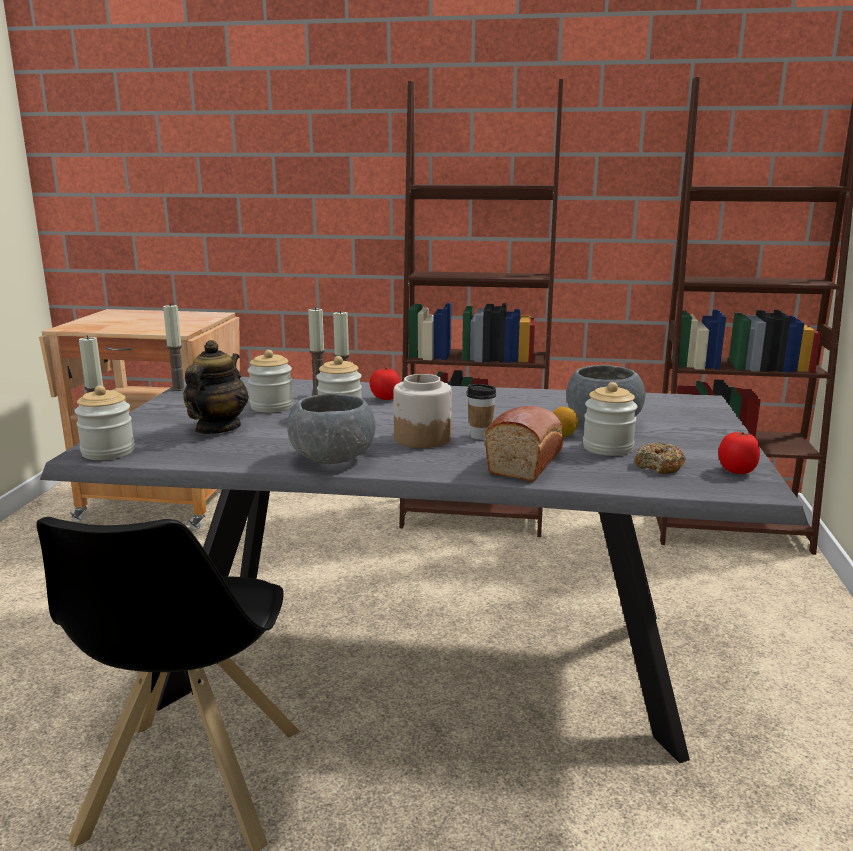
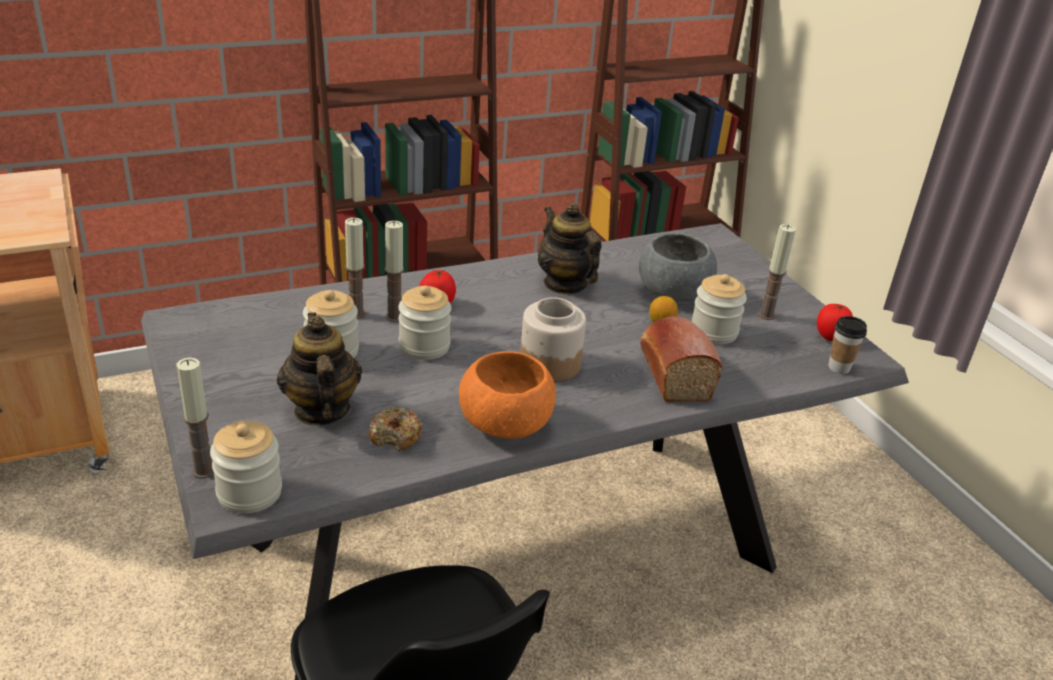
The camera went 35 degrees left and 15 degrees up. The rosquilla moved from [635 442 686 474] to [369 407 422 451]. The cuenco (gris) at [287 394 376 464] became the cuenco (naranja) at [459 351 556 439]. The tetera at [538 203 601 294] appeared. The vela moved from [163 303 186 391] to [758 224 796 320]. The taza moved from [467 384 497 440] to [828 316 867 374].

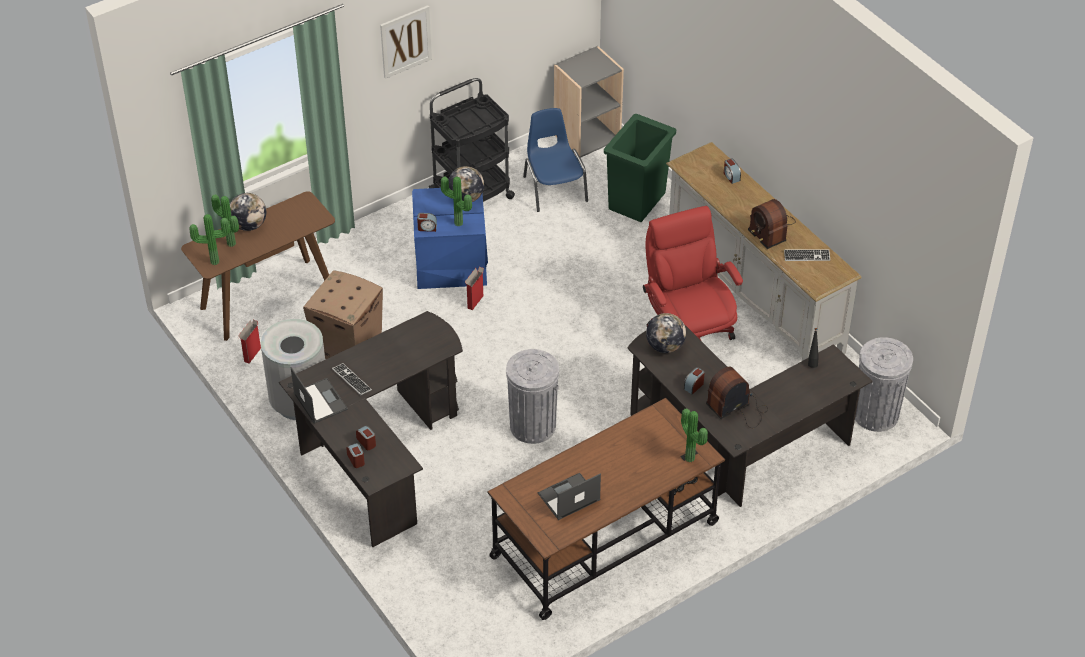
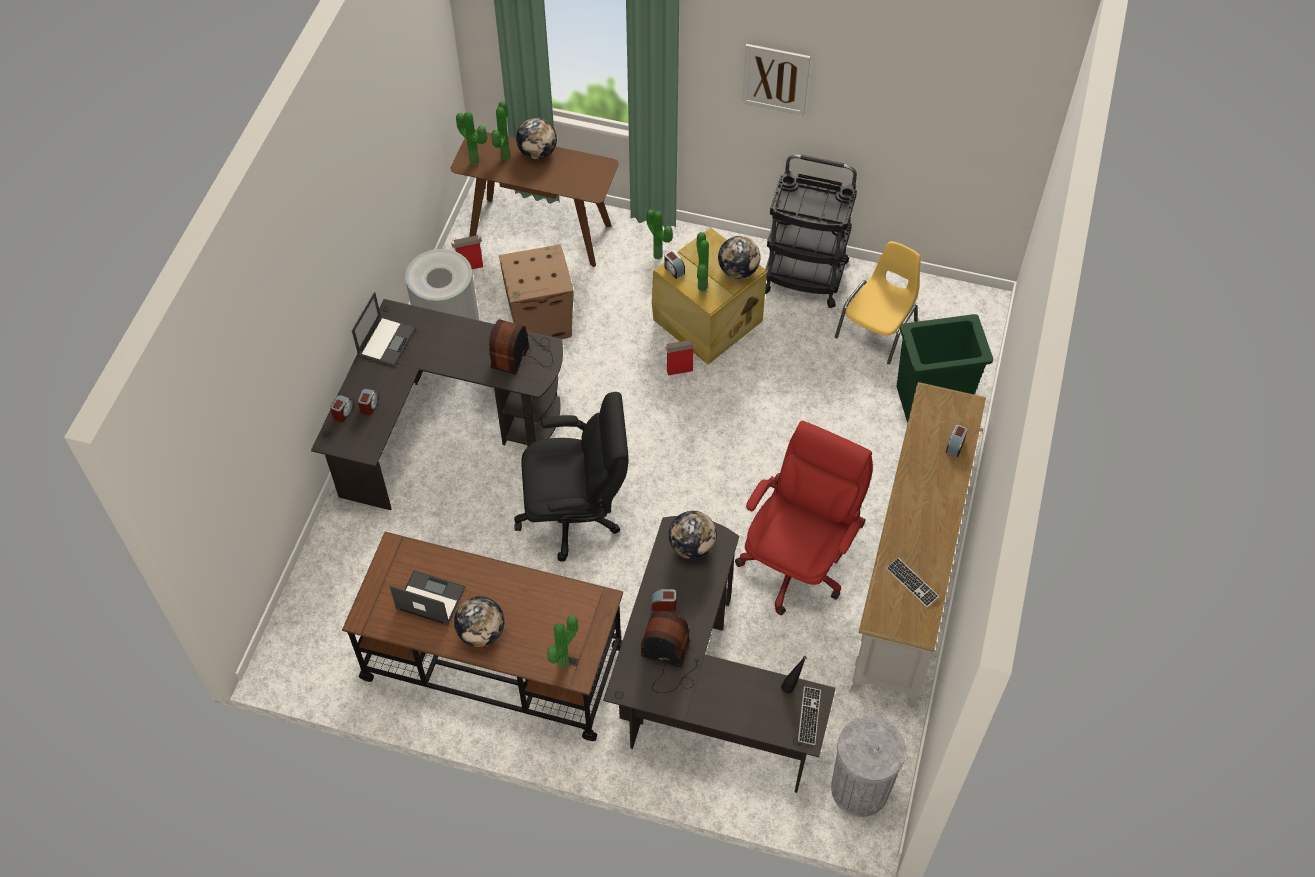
The camera went 50 degrees right and 10 degrees up. The globo terráqueo at [454 596 505 647] appeared. The radio moved from [748 199 796 249] to [489 319 553 375]. The papelera (gris) at [506 349 559 444] was replaced by the silla de oficina (negro) at [514 392 629 562]. The planta en maceta at [647 209 673 260] appeared. The caja de almacenaje (azul) at [412 188 488 289] became the caja de almacenaje (beis) at [652 227 767 365]. The teclado moved from [332 363 372 395] to [798 686 821 745]. The silla (azul) at [523 108 588 212] became the silla (amarillo) at [835 241 921 364]. The estantería (gris) at [554 46 624 158] disappeared.

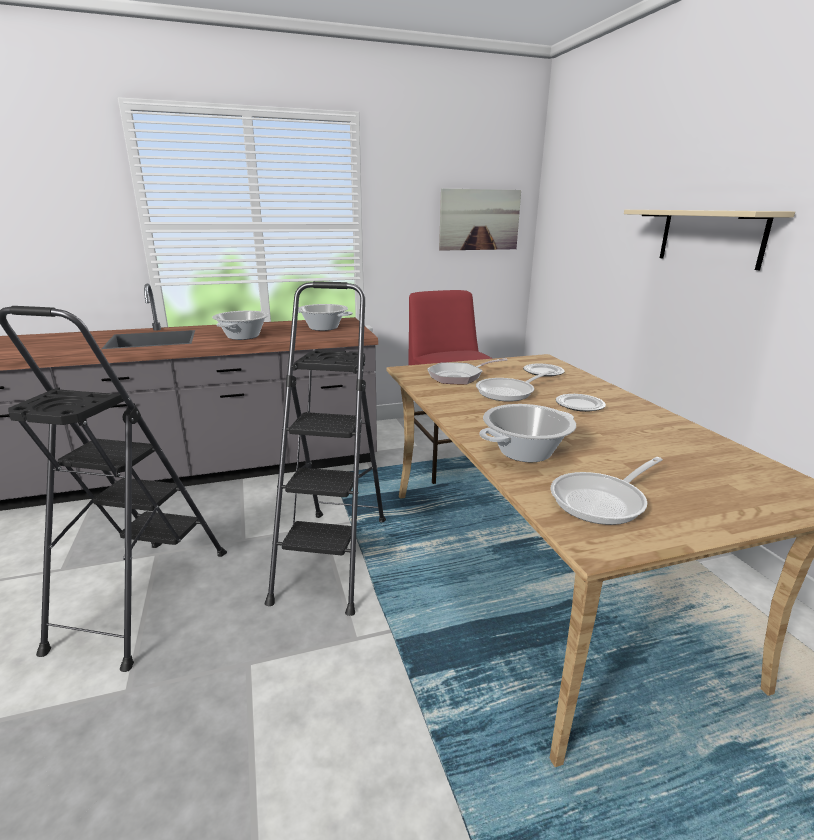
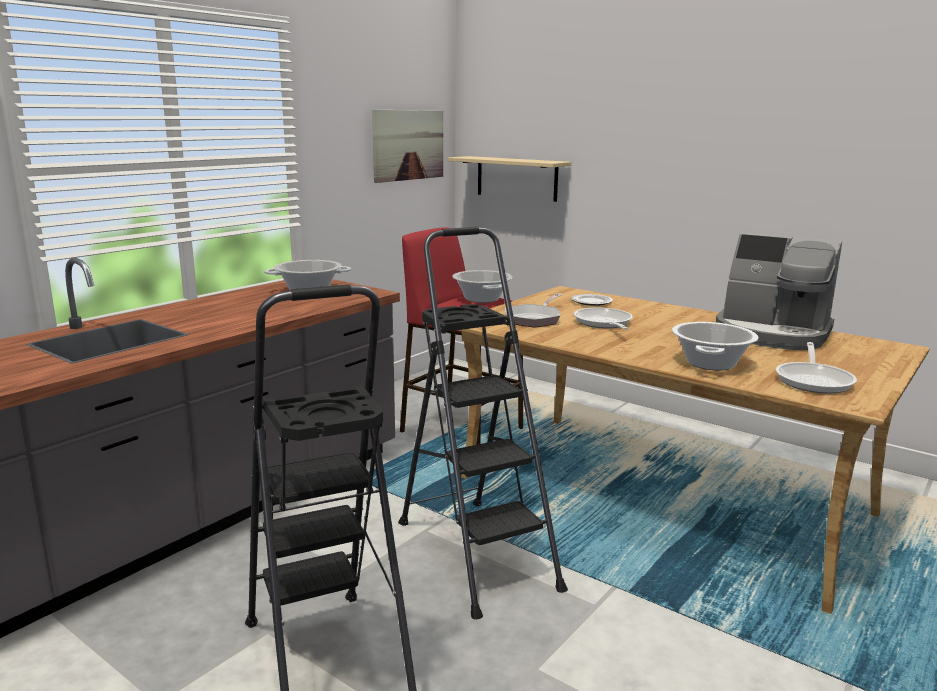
The camera went 35 degrees left and 5 degrees down. The estante (beis) moved from [624 210 795 270] to [448 156 572 202]. The olla moved from [212 311 269 340] to [452 270 513 303]. The sartén at [476 370 555 402] turned 150 degrees clockwise. The cafetera at [716 233 842 350] appeared. The plato at [555 394 606 412] disappeared.

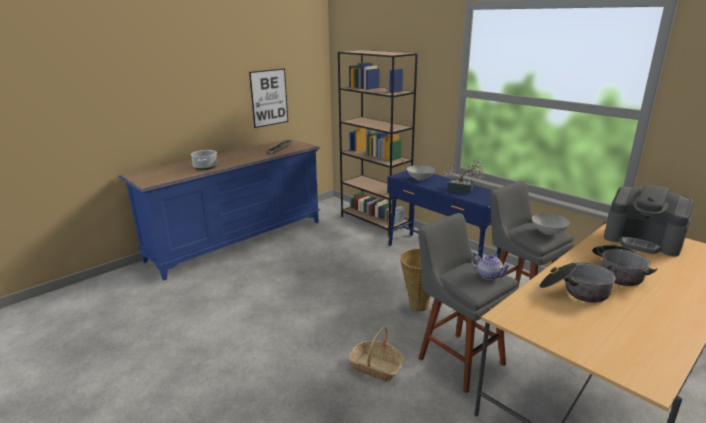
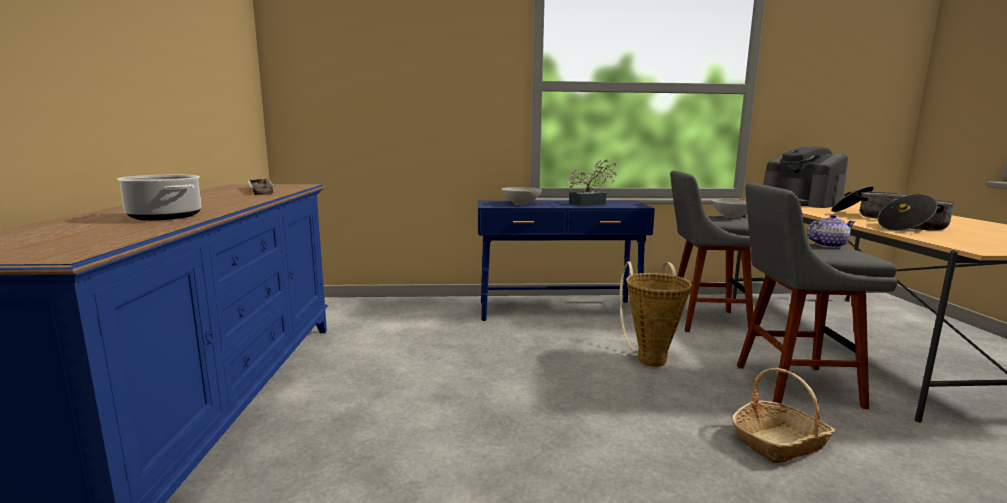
The camera went 50 degrees left and 10 degrees down. The cafetera at [604 184 694 256] turned 75 degrees clockwise. The cuadro at [249 68 288 128] disappeared. The estantería (beis) at [338 50 418 236] disappeared.

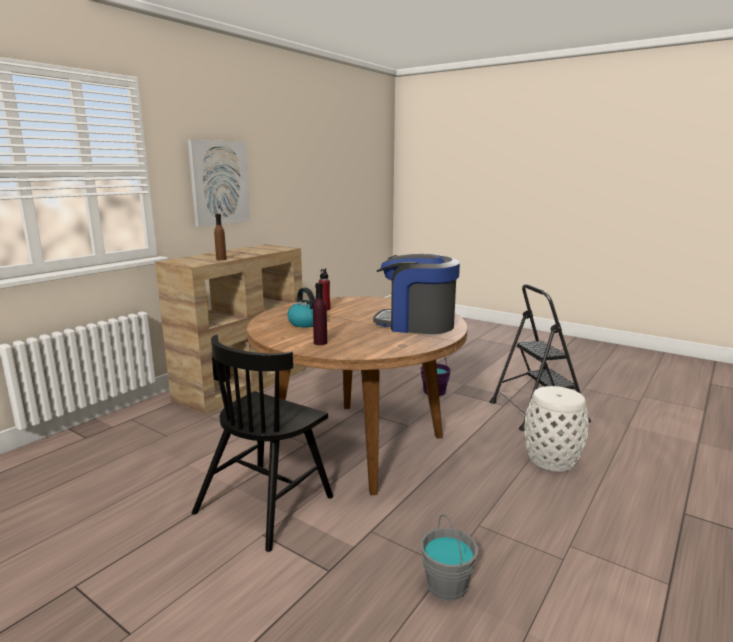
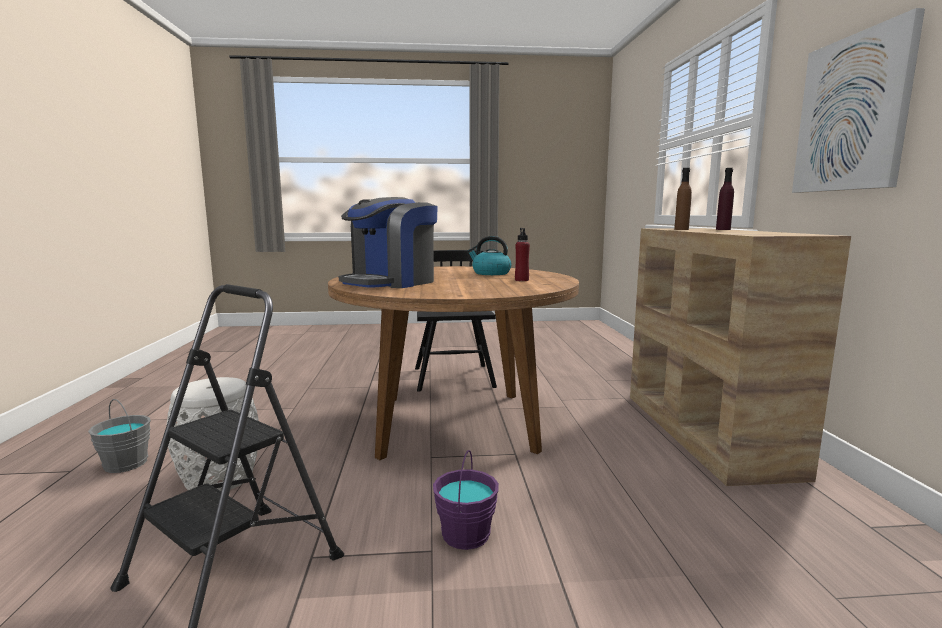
The camera went 140 degrees right and 5 degrees down. The cubo (gris) moved from [421 514 478 601] to [88 399 151 473]. The cafetera at [373 254 460 334] turned 150 degrees clockwise. The botella (morado) moved from [313 283 327 345] to [716 168 734 230].

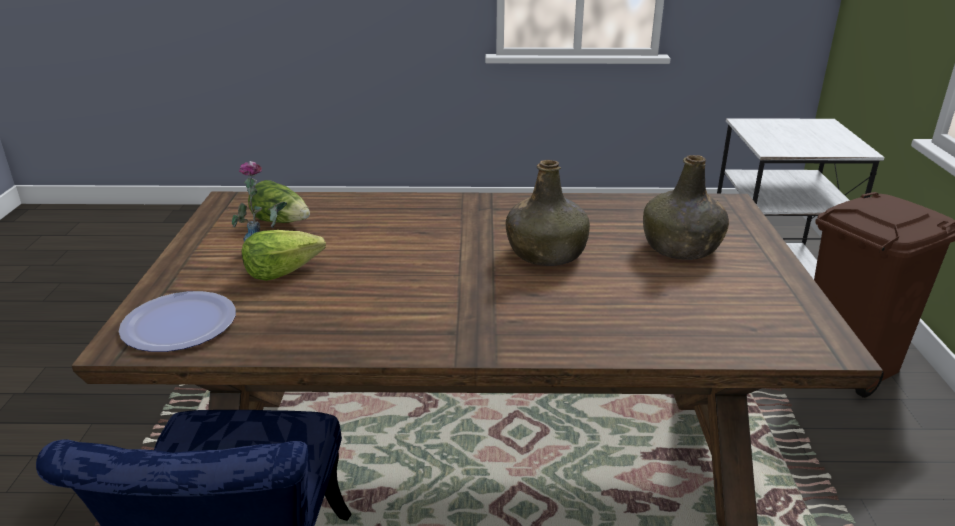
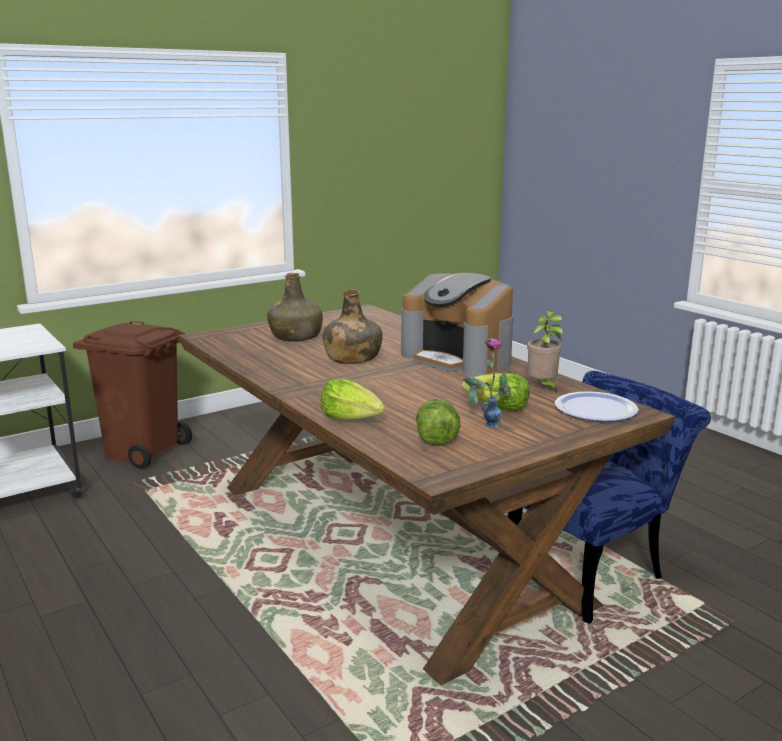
The camera went 125 degrees left and 10 degrees down. The lechuga at [321 378 385 421] appeared. The cafetera at [401 273 513 376] appeared. The planta en maceta at [527 311 563 392] appeared.

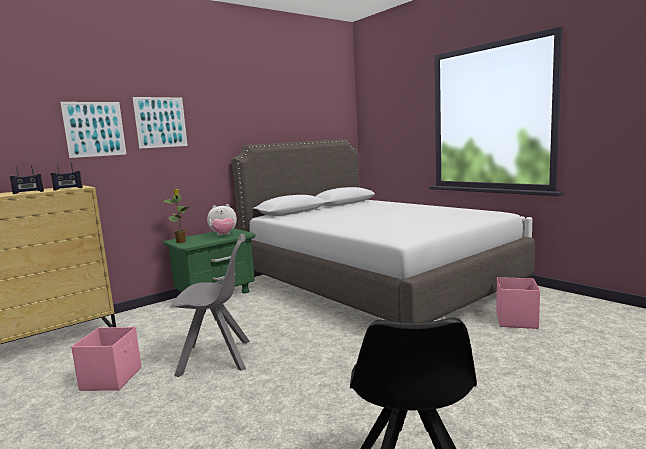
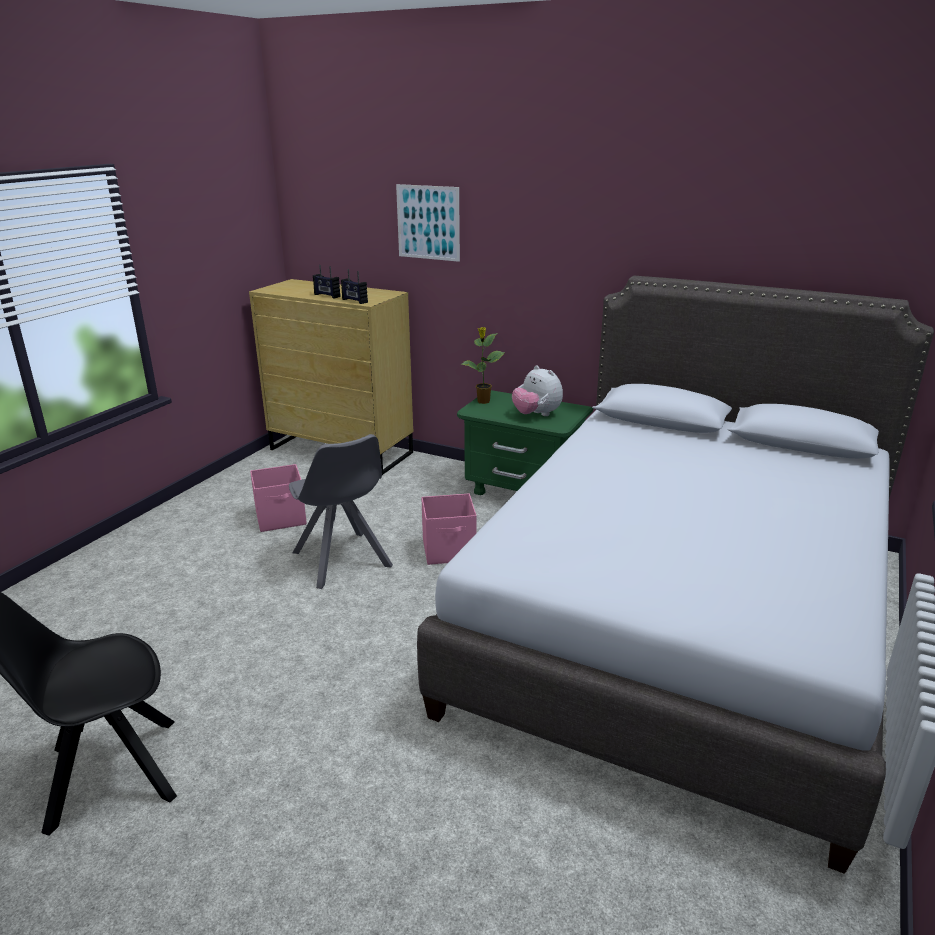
The camera went 65 degrees right and 15 degrees up. The caja de almacenaje (rosa) moved from [496 277 540 329] to [422 493 477 565]. The cuadro at [132 97 188 149] disappeared.

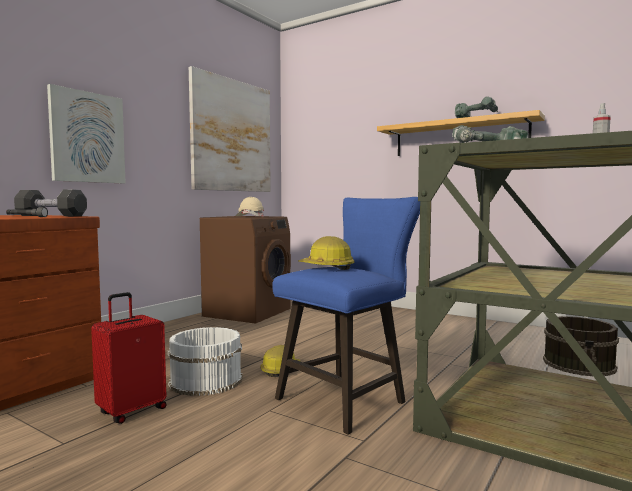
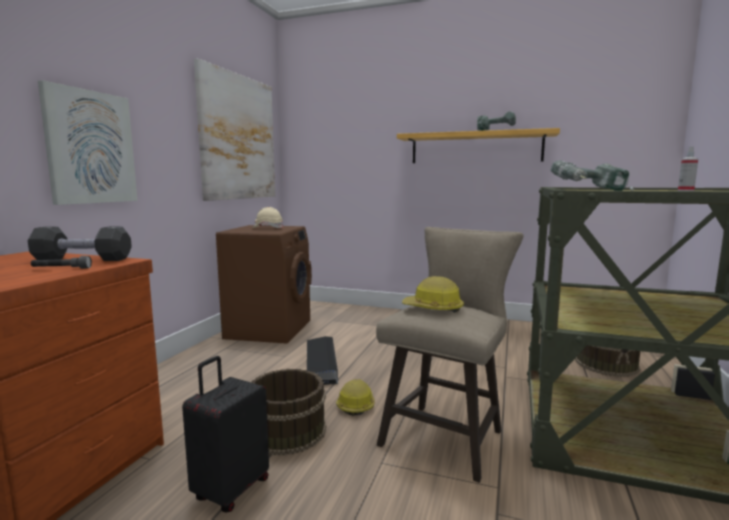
The camera went 15 degrees left and 5 degrees up. The maleta (rojo) at [91 292 167 424] became the maleta (negro) at [182 356 269 513]. The cubo (blanco) at [168 327 242 396] became the cubo (marrón) at [251 369 326 455]. The caja de almacenaje (negro) at [307 336 338 385] appeared. The taburete (azul) at [272 197 420 435] became the taburete (beis) at [376 227 524 483].

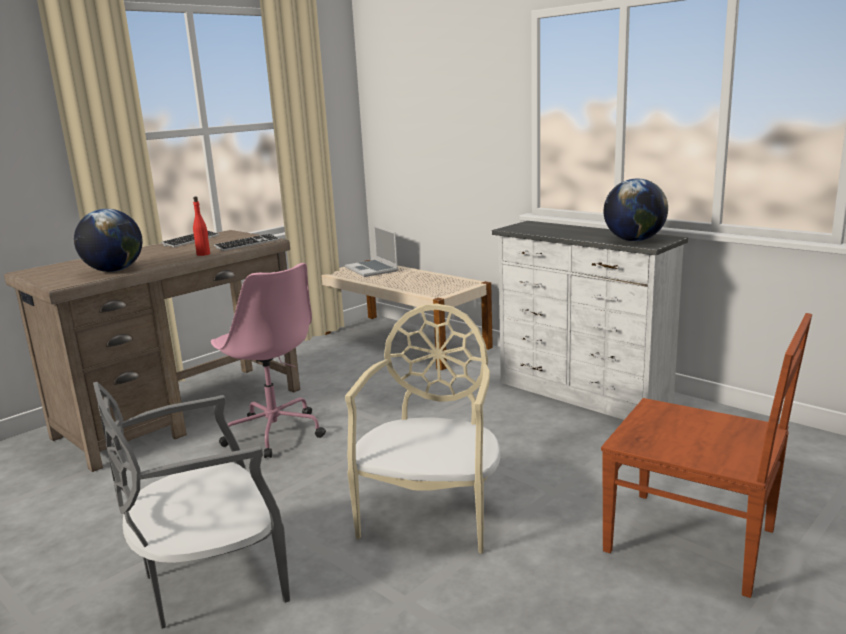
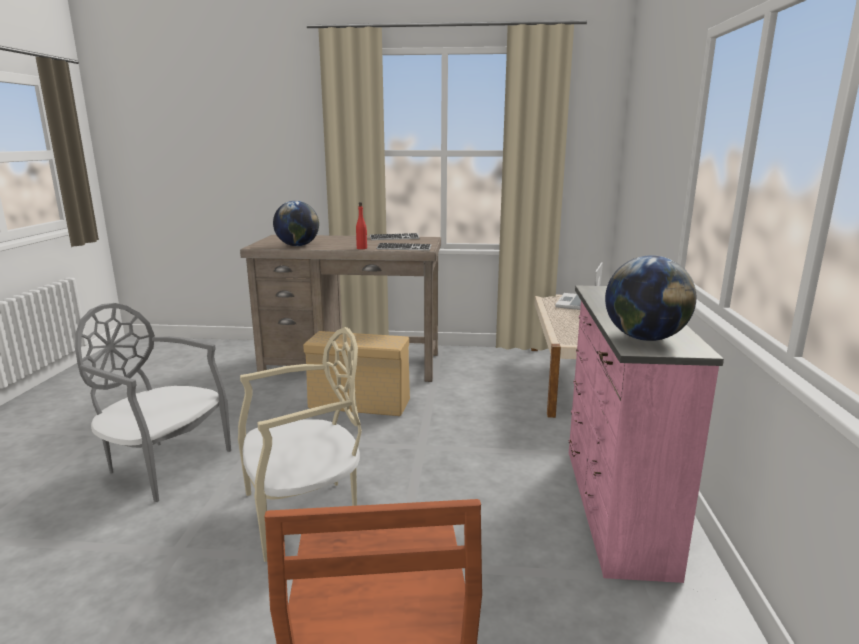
The camera went 50 degrees right and 0 degrees up. The silla de oficina (rosa) at [211 263 326 458] was replaced by the caja de almacenaje (beis) at [303 331 410 416]. The cómoda (blanco) at [492 221 688 420] became the cómoda (rosa) at [569 285 724 583].

